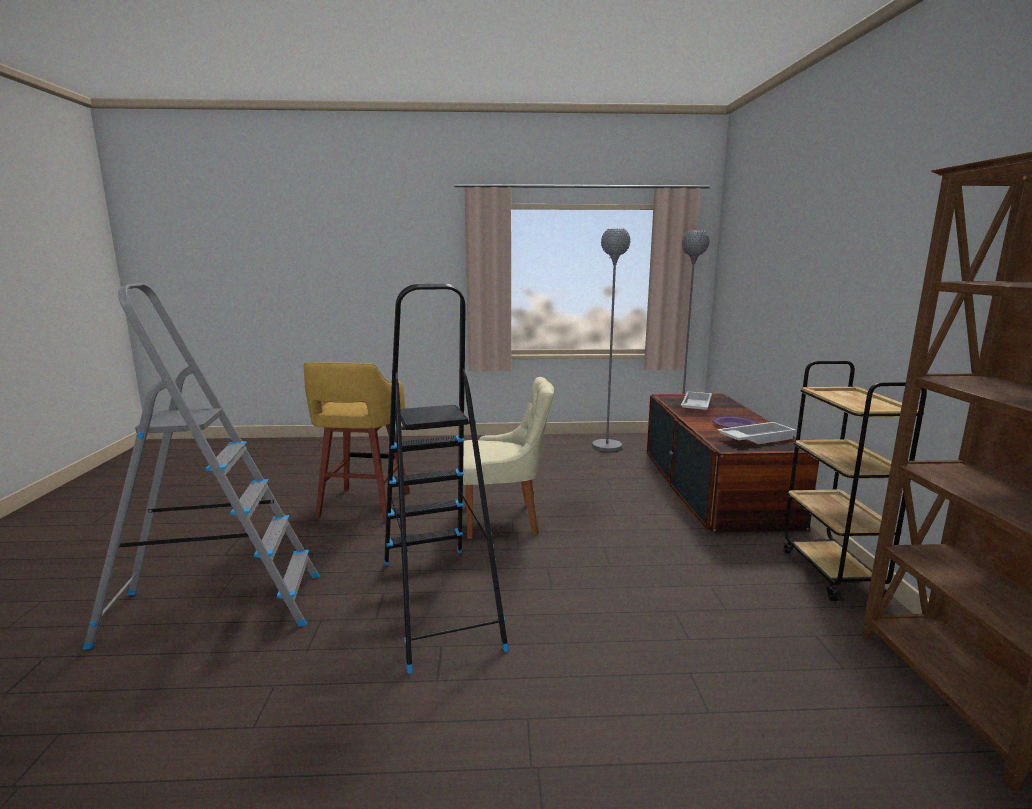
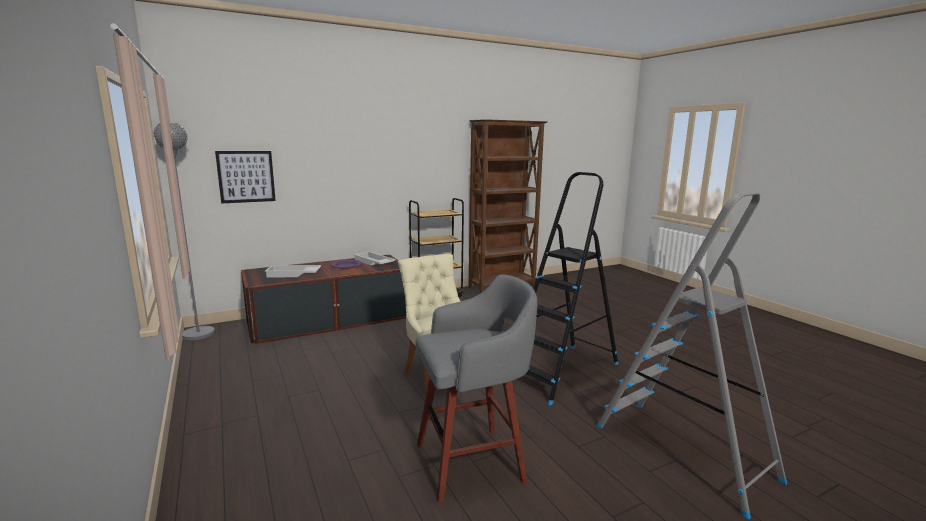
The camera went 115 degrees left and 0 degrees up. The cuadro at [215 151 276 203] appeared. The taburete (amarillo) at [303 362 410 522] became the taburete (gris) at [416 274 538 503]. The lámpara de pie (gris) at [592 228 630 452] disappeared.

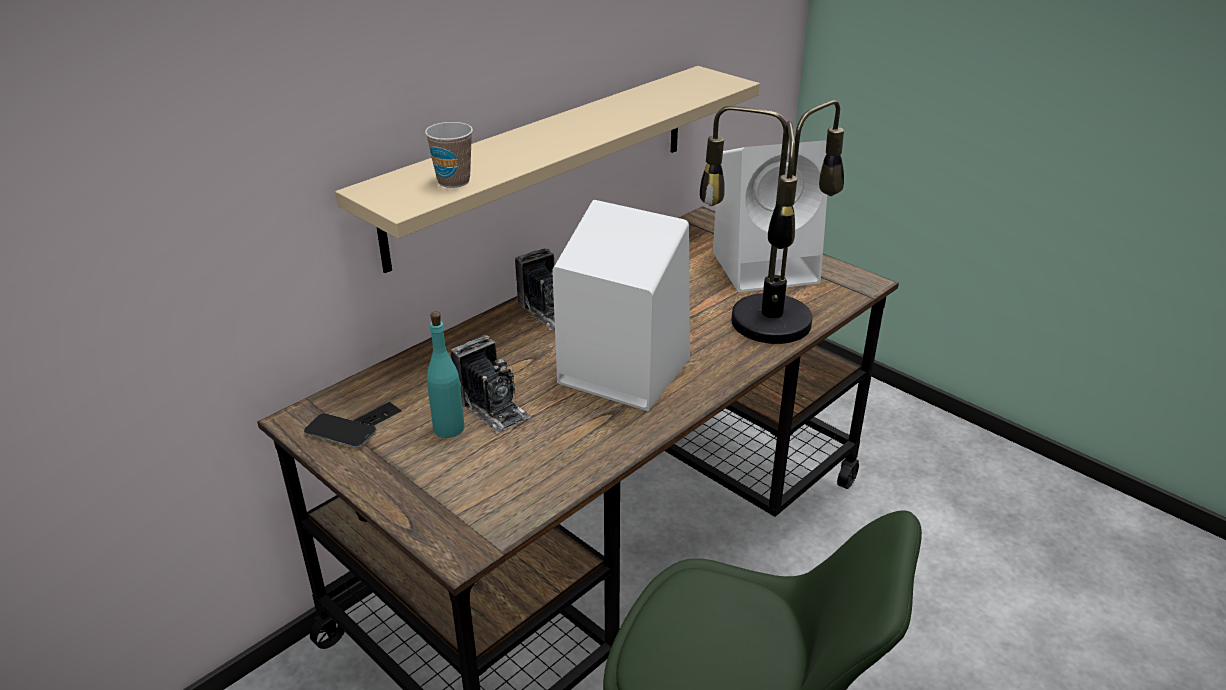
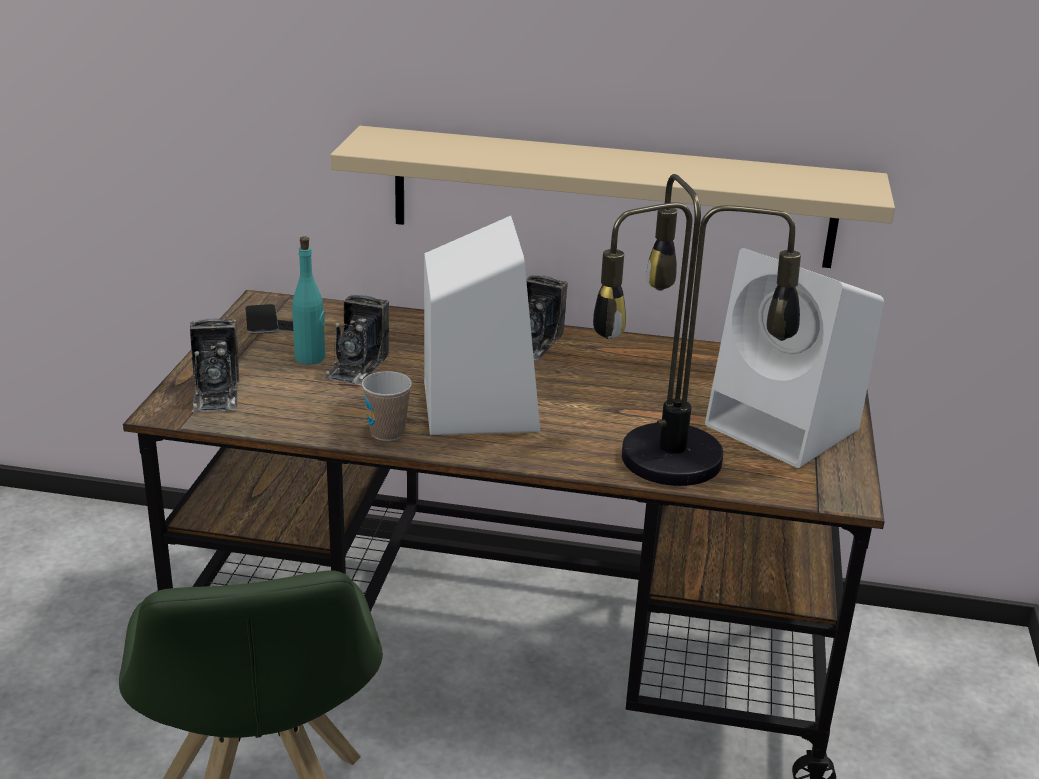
The camera went 55 degrees right and 5 degrees down. The cámara at [190 318 239 412] appeared. The taza moved from [425 122 473 188] to [362 371 412 441].

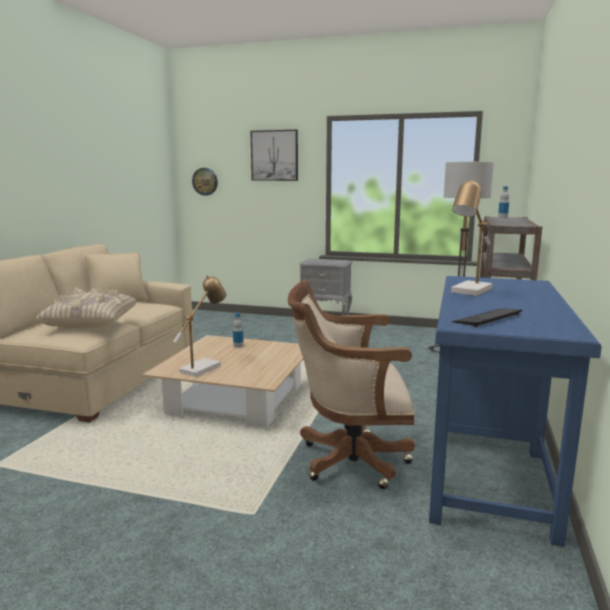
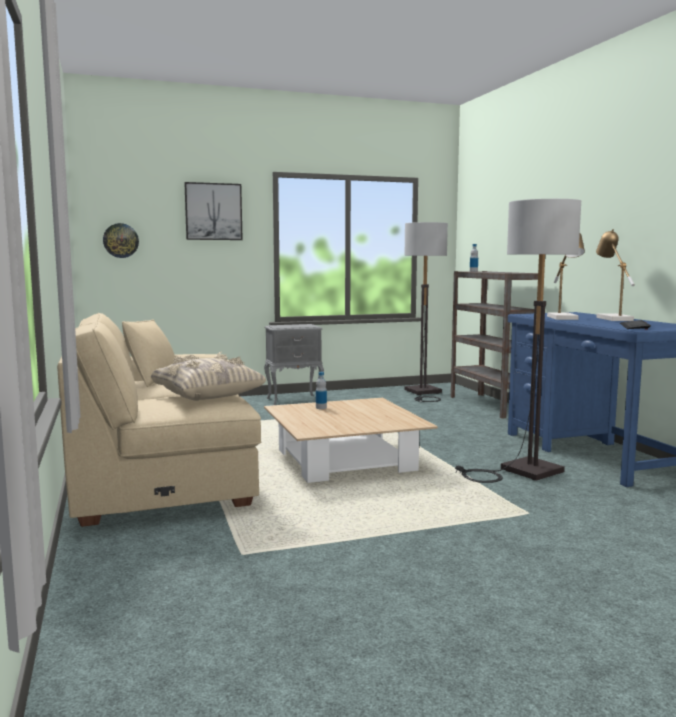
The camera went 35 degrees left and 5 degrees down. The silla de oficina at [288 279 415 489] was replaced by the lámpara de pie at [455 199 581 483]. The lámpara de mesa moved from [173 276 227 377] to [596 229 635 321].

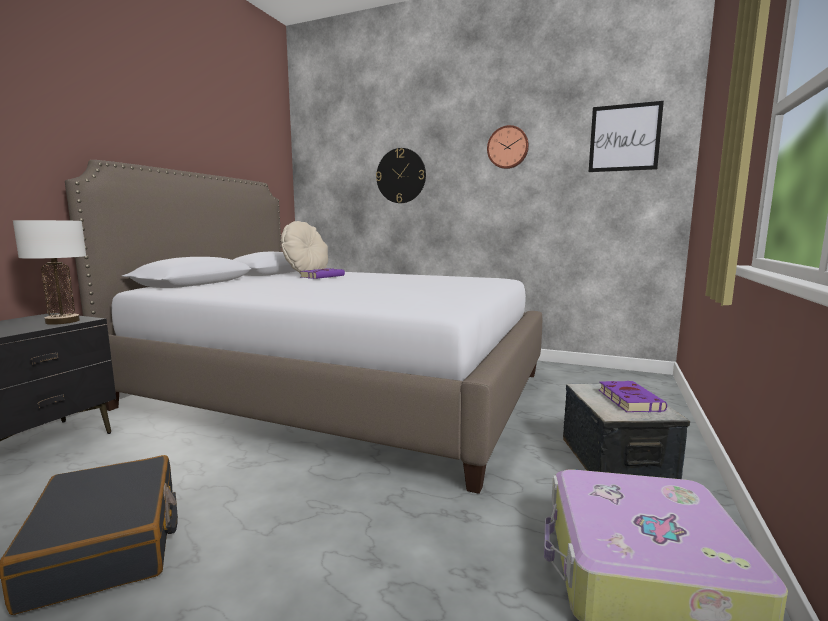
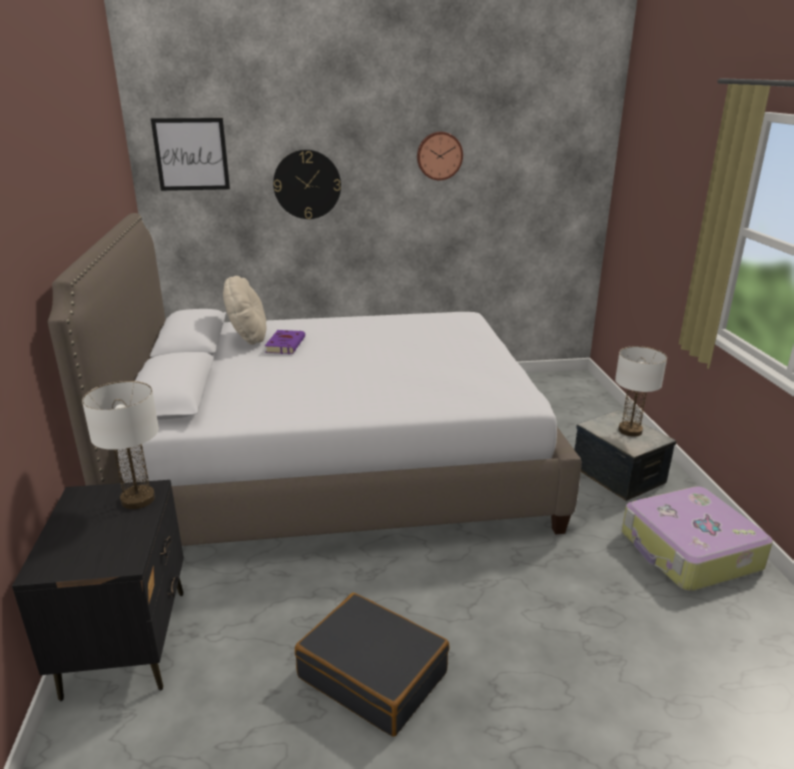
The camera went 30 degrees left and 15 degrees up. The cuadro moved from [589 101 664 172] to [151 118 230 191]. The libro (morado) at [599 381 667 412] was replaced by the lámpara de mesa at [615 346 667 437].

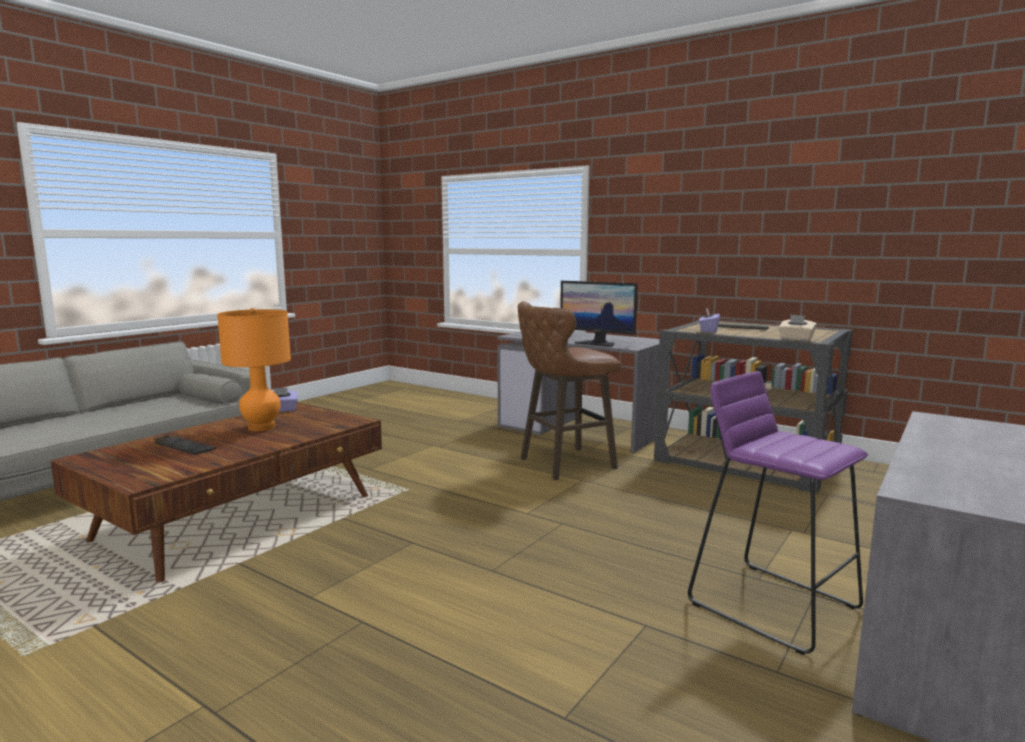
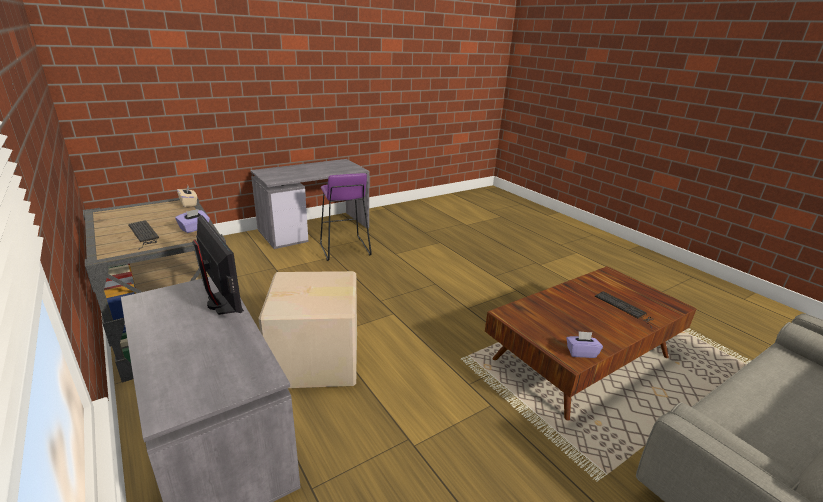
The camera went 160 degrees left and 15 degrees up. The taburete (marrón) at [518 301 621 480] was replaced by the caja de cartón at [258 271 357 388]. The lámpara de mesa (naranja) at [217 308 291 431] disappeared.

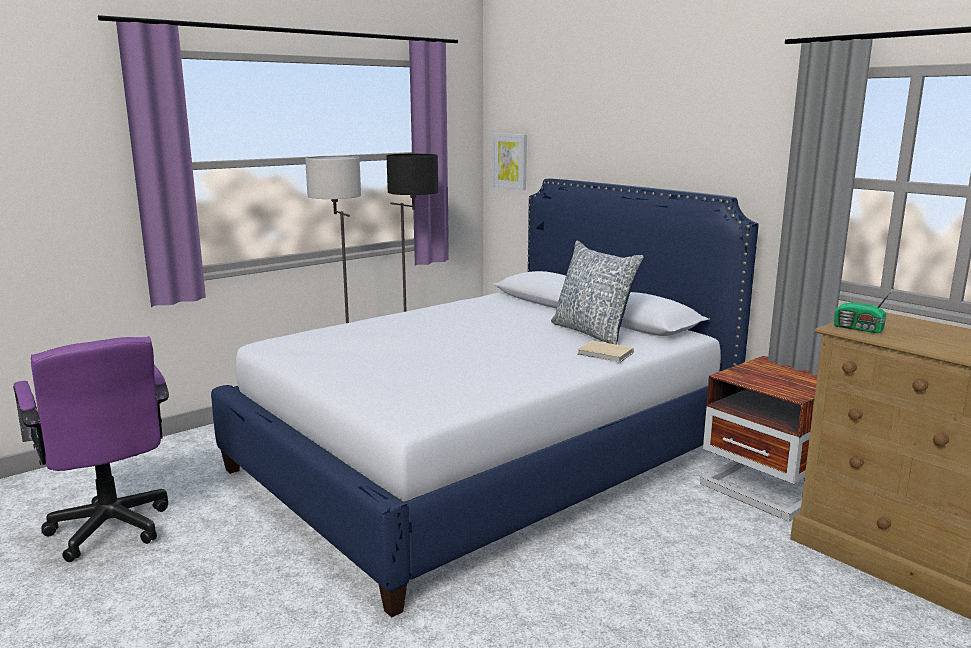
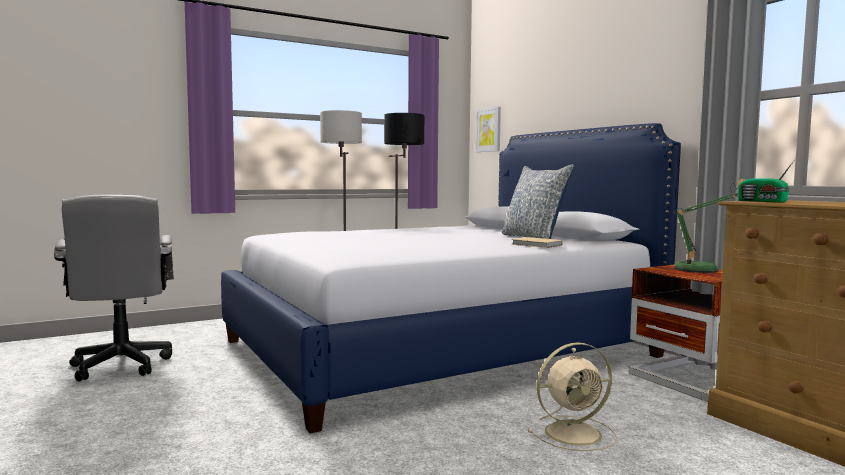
The camera went 10 degrees right and 10 degrees down. The silla de oficina (morado) at [13 336 169 562] became the silla de oficina (gris) at [54 195 174 382]. The ventilador (beis) at [527 342 617 451] appeared. The lámpara de mesa at [674 179 745 273] appeared.

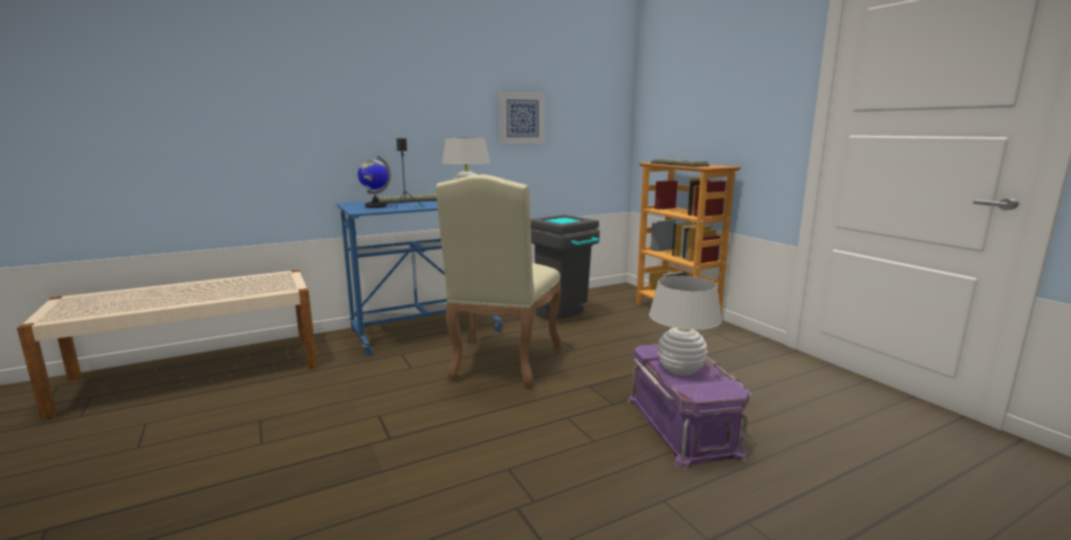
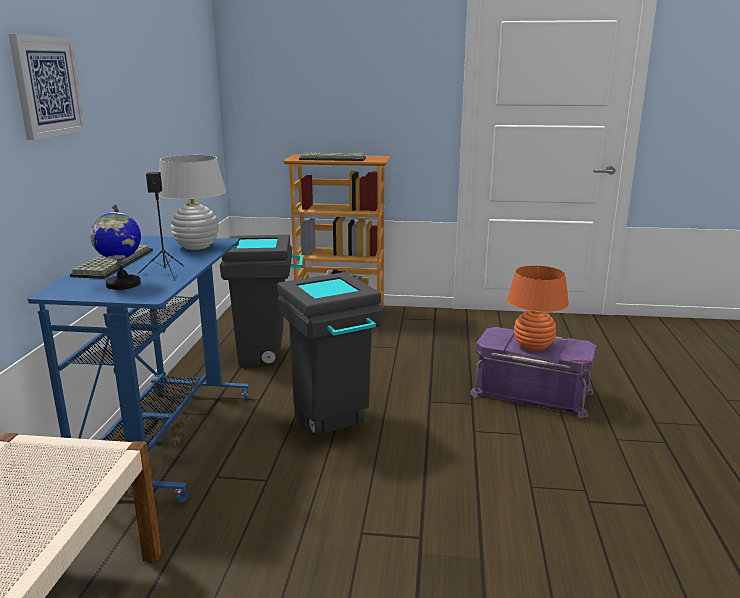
The camera went 55 degrees left and 5 degrees up. The cuadro moved from [499 92 545 144] to [9 34 85 140]. The silla (beis) at [435 174 561 389] was replaced by the papelera (gris) at [277 272 384 435]. The lámpara de mesa (blanco) at [649 276 722 376] became the lámpara de mesa (naranja) at [507 265 569 351].

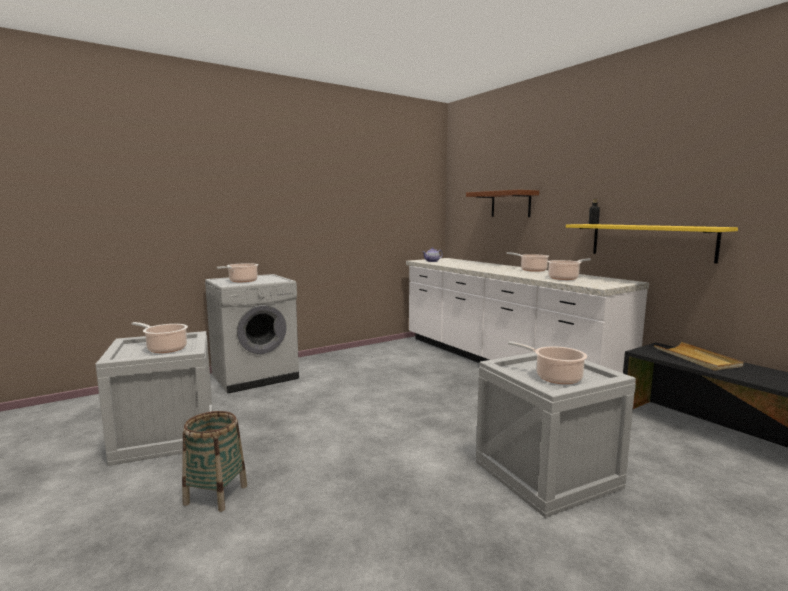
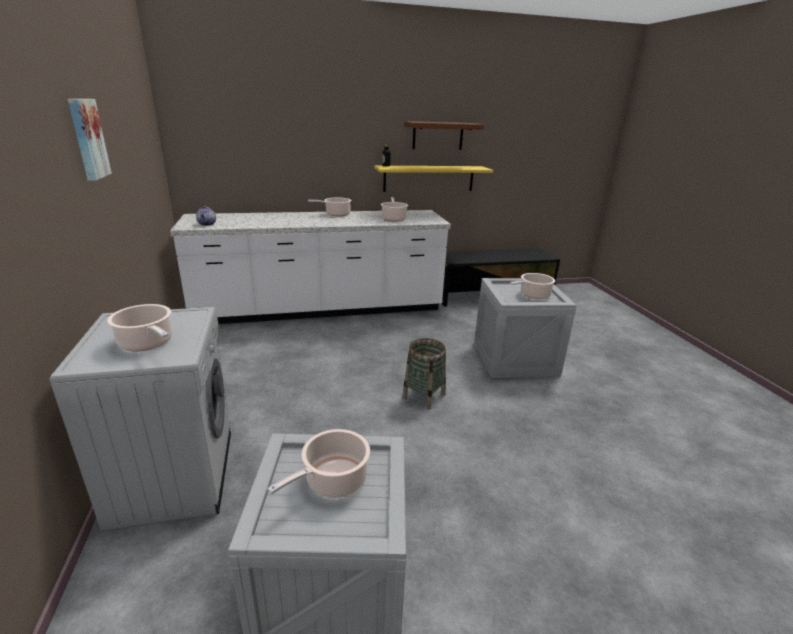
The camera went 70 degrees left and 15 degrees up. The cuadro at [68 99 112 181] appeared. The cesta moved from [182 411 247 512] to [402 338 446 410]. The estante (marrón) moved from [466 190 539 217] to [404 121 484 150]. The bandeja (beis) at [654 342 744 371] disappeared.

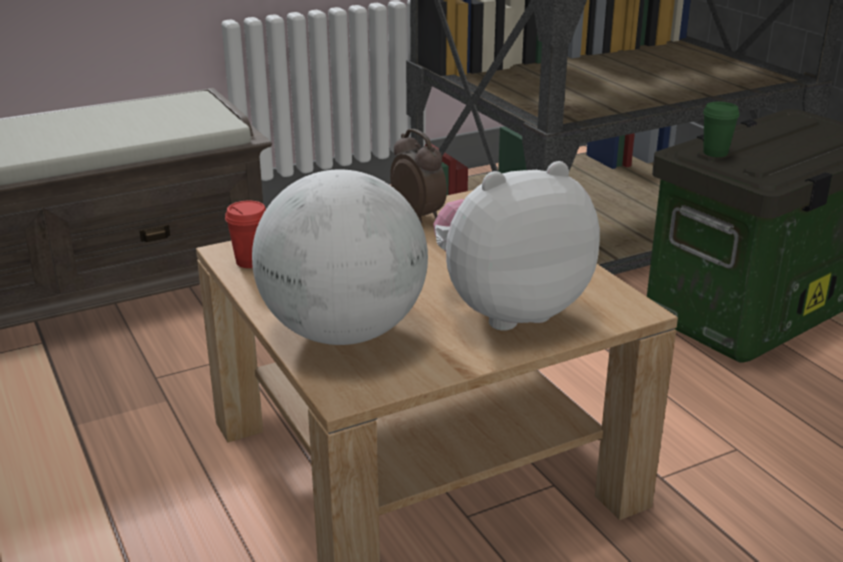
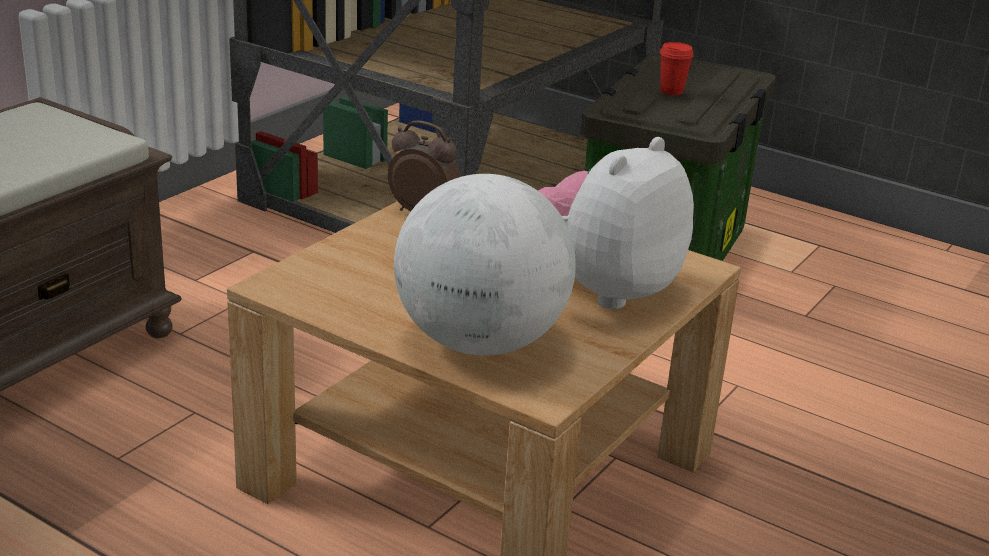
The camera went 30 degrees left and 0 degrees up. The taza (rojo) moved from [225 201 266 268] to [660 42 694 95]. The taza (verde) at [703 102 740 157] disappeared.

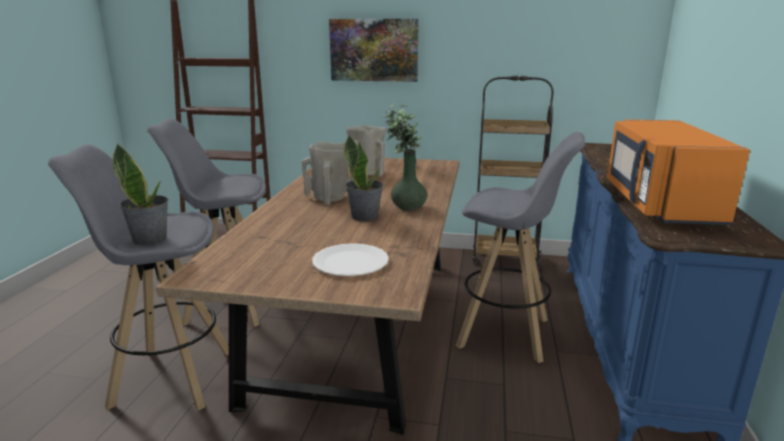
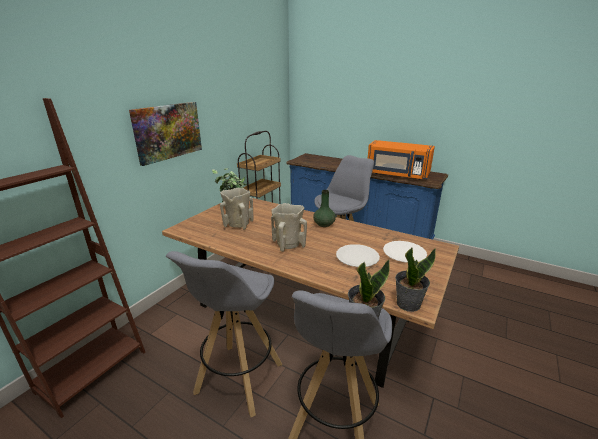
The camera went 70 degrees left and 5 degrees up. The plato (blanco) at [336 244 380 267] appeared. The planta en maceta moved from [344 135 384 222] to [395 248 436 312].

